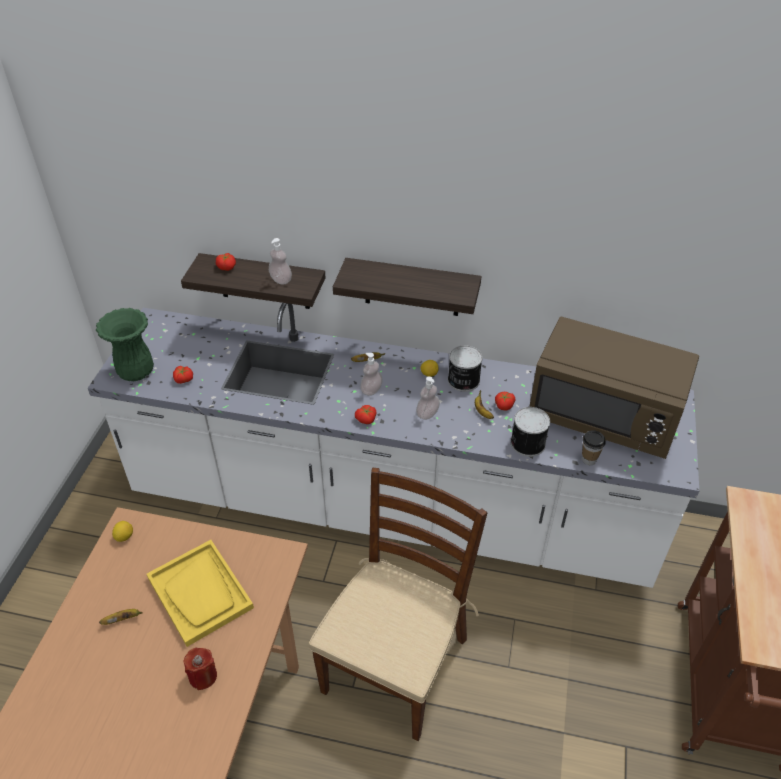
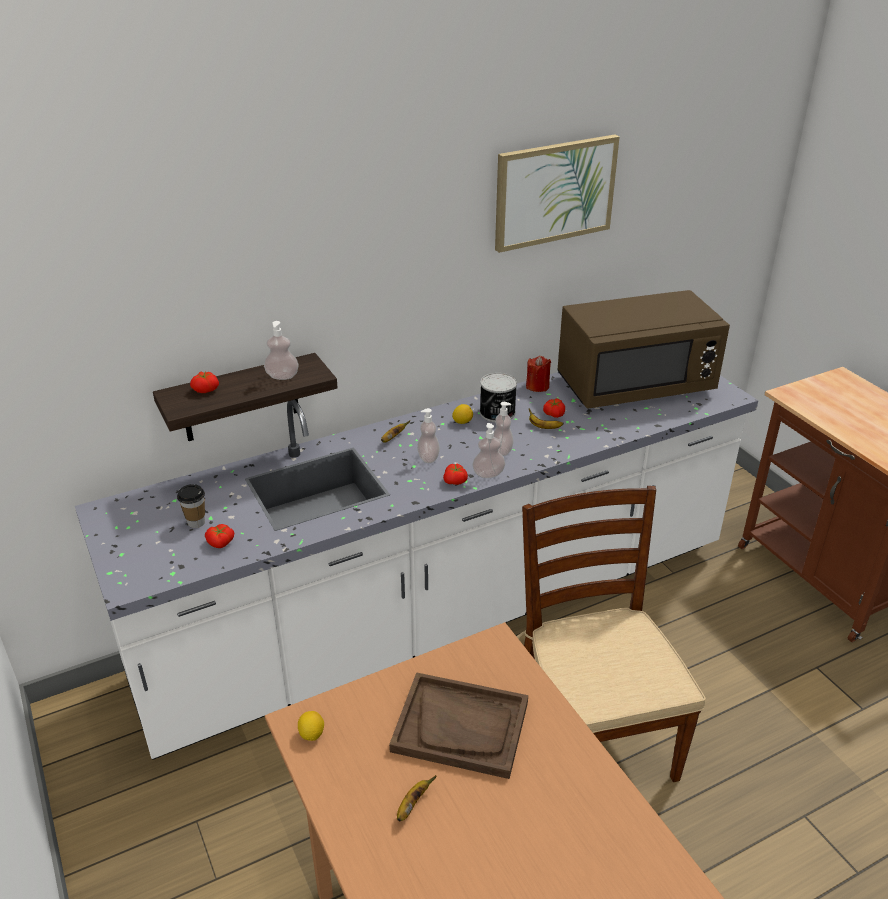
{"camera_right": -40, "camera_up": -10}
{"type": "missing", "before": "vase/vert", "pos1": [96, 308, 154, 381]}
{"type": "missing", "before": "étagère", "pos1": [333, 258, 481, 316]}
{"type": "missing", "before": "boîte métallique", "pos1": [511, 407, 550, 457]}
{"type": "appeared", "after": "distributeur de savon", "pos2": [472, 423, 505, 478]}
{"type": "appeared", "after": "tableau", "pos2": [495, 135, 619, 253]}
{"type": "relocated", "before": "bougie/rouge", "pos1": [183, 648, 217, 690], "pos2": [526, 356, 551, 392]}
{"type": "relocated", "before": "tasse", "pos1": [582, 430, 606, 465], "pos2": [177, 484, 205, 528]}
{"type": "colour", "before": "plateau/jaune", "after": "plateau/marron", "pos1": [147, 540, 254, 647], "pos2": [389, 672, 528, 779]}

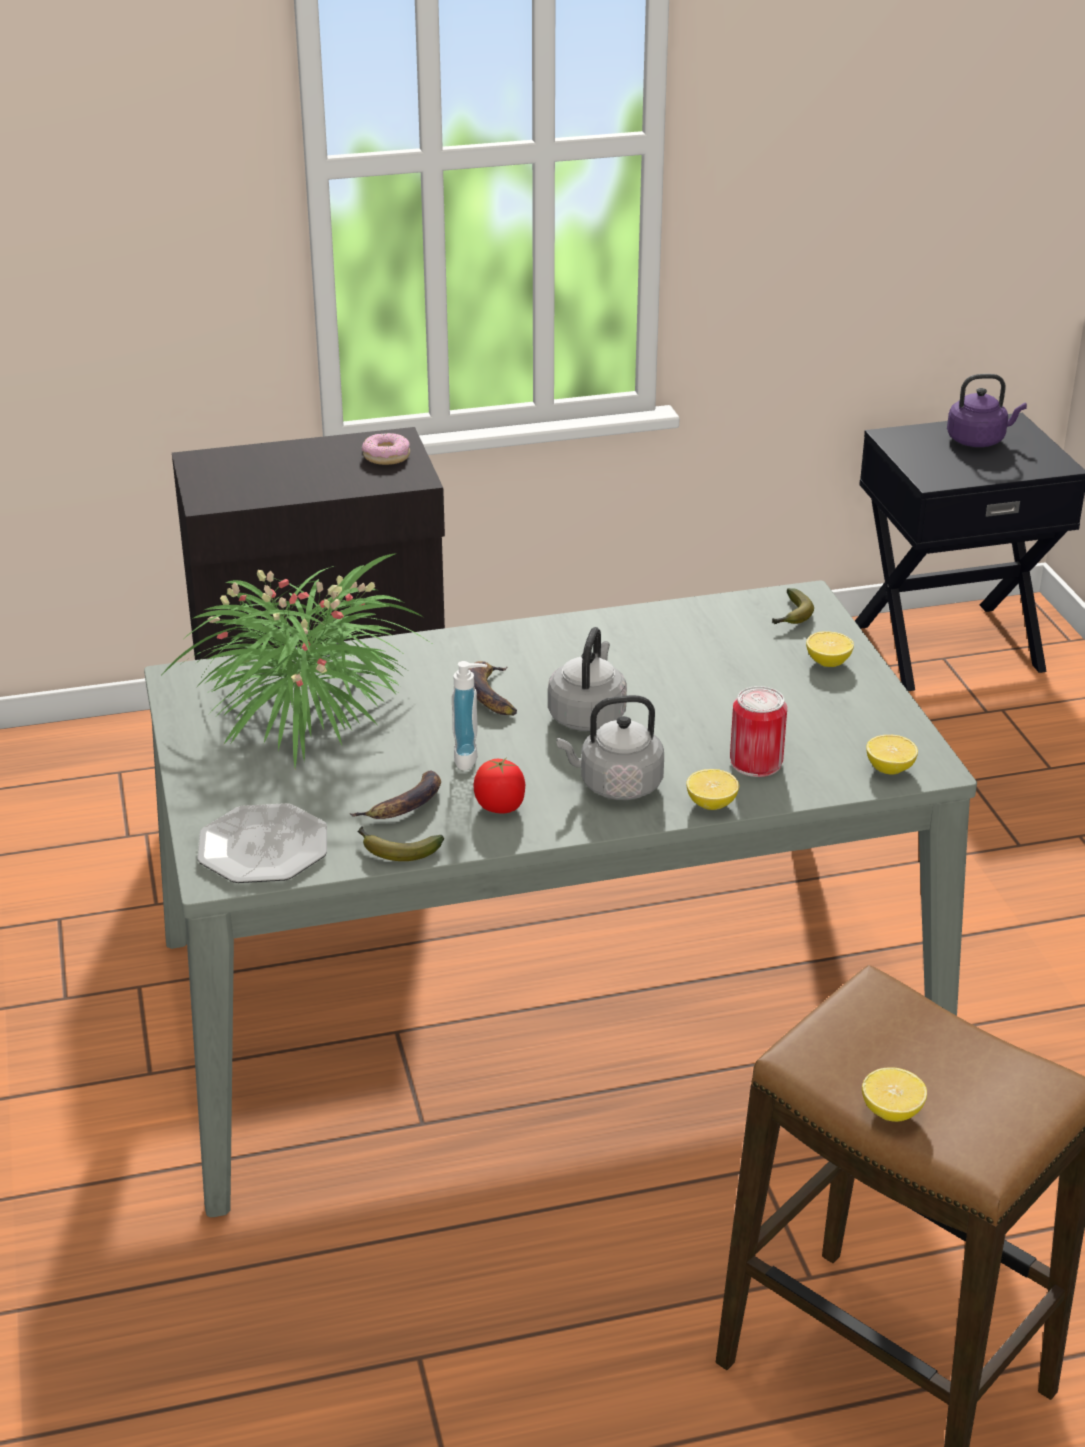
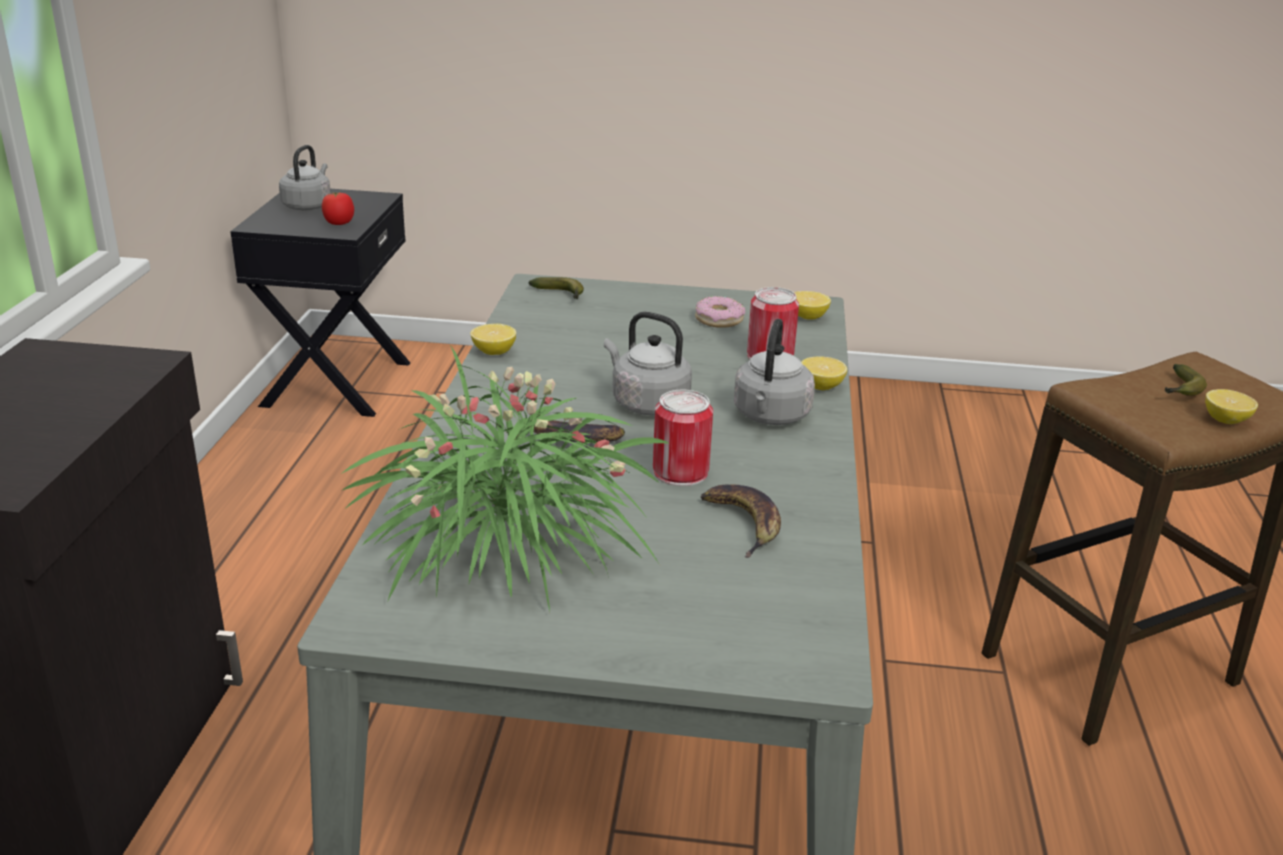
{"camera_right": -70, "camera_up": -5}
{"type": "missing", "before": "assiette", "pos1": [197, 803, 327, 883]}
{"type": "relocated", "before": "banane", "pos1": [357, 826, 444, 861], "pos2": [1165, 364, 1207, 396]}
{"type": "relocated", "before": "beignet", "pos1": [362, 433, 410, 465], "pos2": [695, 296, 745, 328]}
{"type": "relocated", "before": "tomate", "pos1": [474, 757, 525, 814], "pos2": [322, 192, 354, 225]}
{"type": "relocated", "before": "citron", "pos1": [806, 631, 854, 667], "pos2": [470, 324, 516, 355]}
{"type": "exchanged", "before": "distributeur de savon", "after": "boîte métallique", "pos1": [452, 661, 487, 771], "pos2": [653, 390, 713, 486]}
{"type": "colour", "before": "bouilloire/violet", "after": "bouilloire/gris", "pos1": [947, 374, 1027, 447], "pos2": [279, 145, 331, 210]}

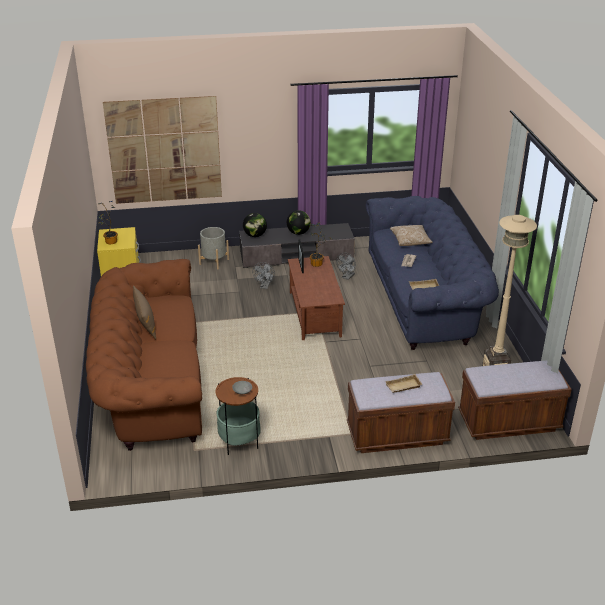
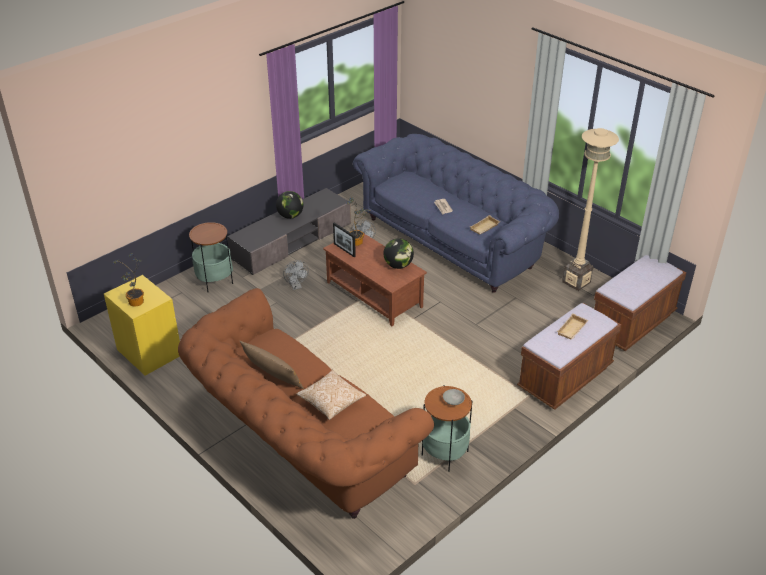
{"camera_right": -35, "camera_up": 5}
{"type": "missing", "before": "tableau", "pos1": [103, 96, 222, 204]}
{"type": "relocated", "before": "globe", "pos1": [243, 213, 267, 237], "pos2": [383, 238, 414, 269]}
{"type": "relocated", "before": "coussin", "pos1": [390, 225, 433, 246], "pos2": [296, 370, 366, 420]}
{"type": "exchanged", "before": "cache-pot/gris", "after": "table d'appoint", "pos1": [198, 227, 229, 270], "pos2": [189, 222, 233, 292]}

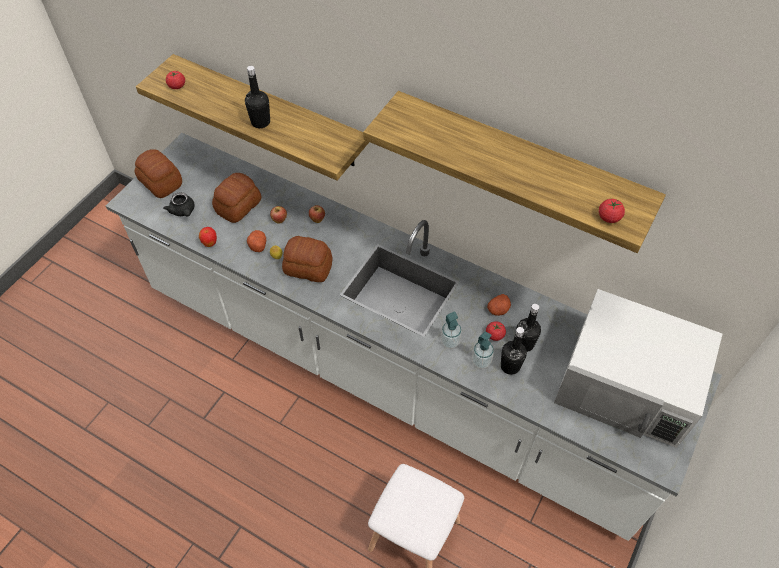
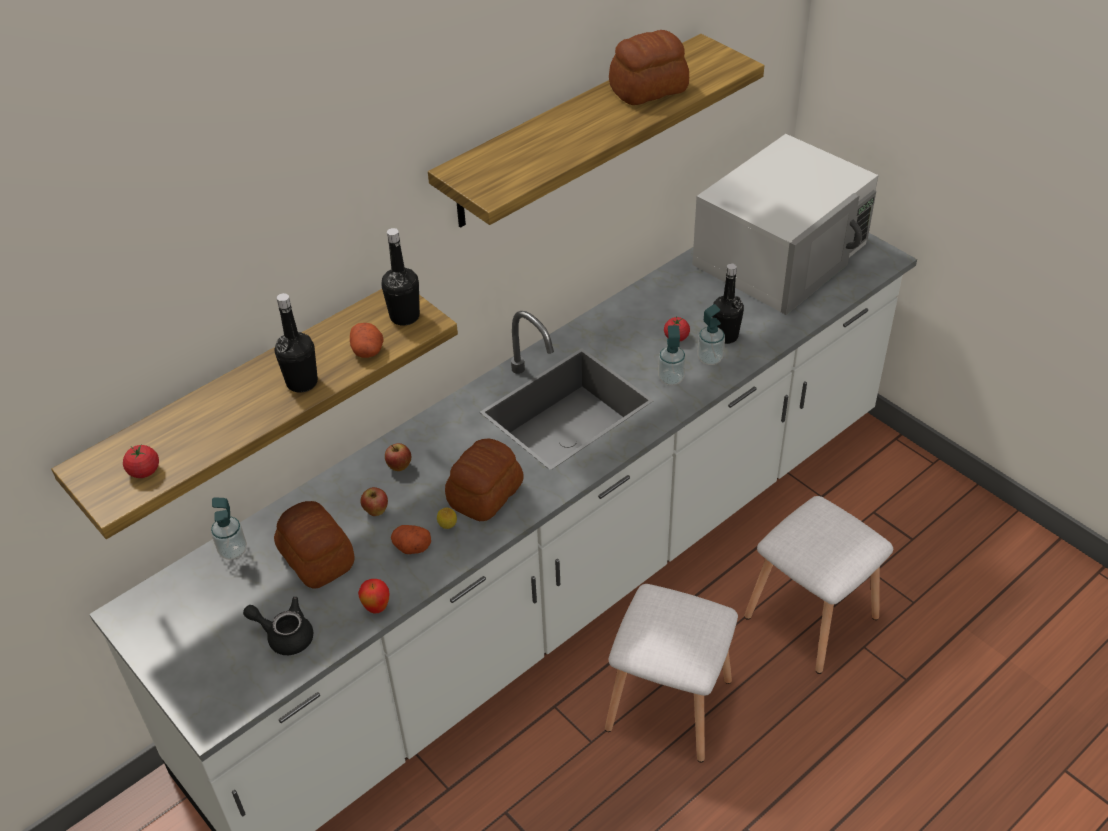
{"camera_right": -70, "camera_up": -10}
{"type": "missing", "before": "tomate", "pos1": [599, 199, 625, 223]}
{"type": "appeared", "after": "distributeur de savon", "pos2": [211, 497, 247, 560]}
{"type": "appeared", "after": "tabouret/blanc", "pos2": [605, 584, 738, 762]}
{"type": "relocated", "before": "pain", "pos1": [134, 149, 182, 198], "pos2": [609, 30, 689, 105]}
{"type": "relocated", "before": "pomme de terre", "pos1": [487, 294, 511, 316], "pos2": [350, 323, 384, 358]}
{"type": "relocated", "before": "bouteille/noir", "pos1": [516, 304, 541, 352], "pos2": [381, 228, 420, 326]}
{"type": "spun", "before": "théière/noir", "pos1": [163, 192, 195, 216], "pos2": [243, 597, 313, 655], "turn": -150}

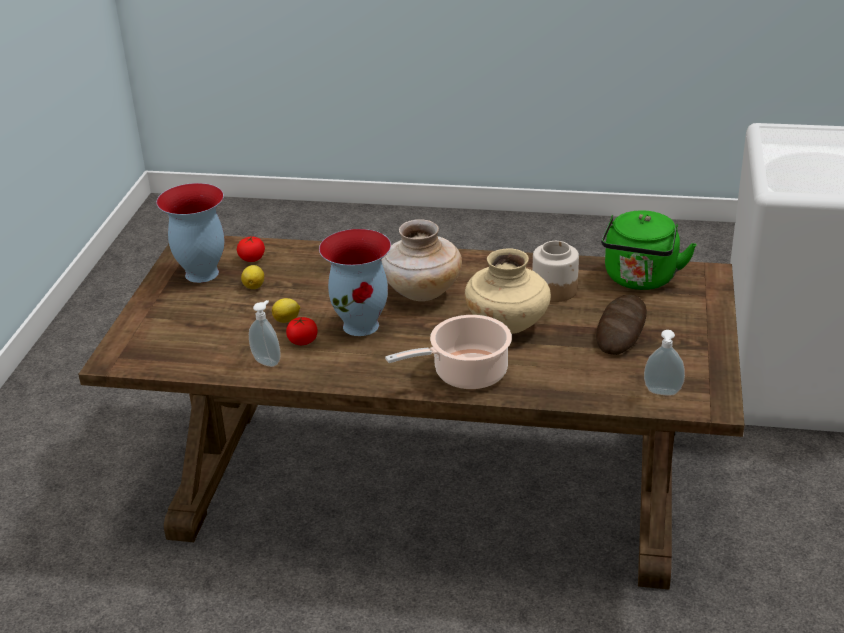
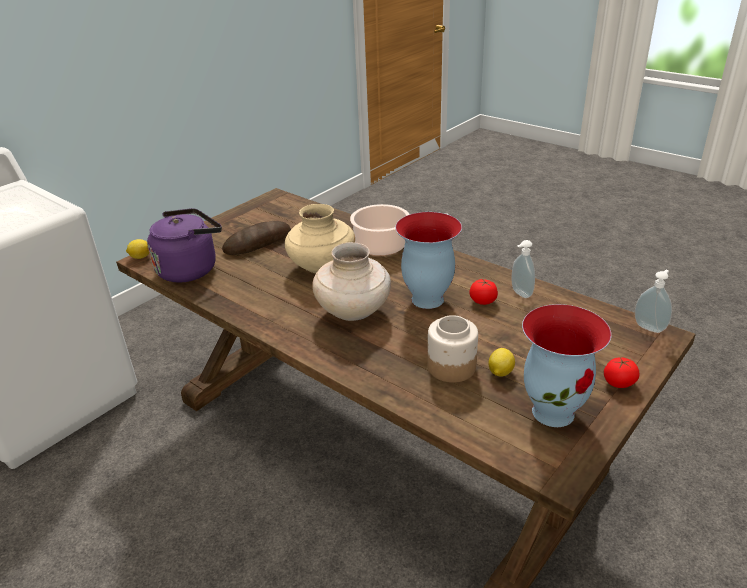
{"camera_right": -150, "camera_up": 0}
{"type": "relocated", "before": "tomate", "pos1": [237, 237, 265, 262], "pos2": [604, 357, 640, 388]}
{"type": "relocated", "before": "citron", "pos1": [272, 298, 300, 323], "pos2": [126, 239, 149, 259]}
{"type": "relocated", "before": "bocal", "pos1": [533, 241, 579, 302], "pos2": [427, 315, 478, 383]}
{"type": "relocated", "before": "distributeur de savon", "pos1": [644, 330, 685, 395], "pos2": [635, 270, 672, 333]}
{"type": "colour", "before": "bouilloire/vert", "after": "bouilloire/violet", "pos1": [601, 210, 697, 290], "pos2": [147, 208, 222, 283]}

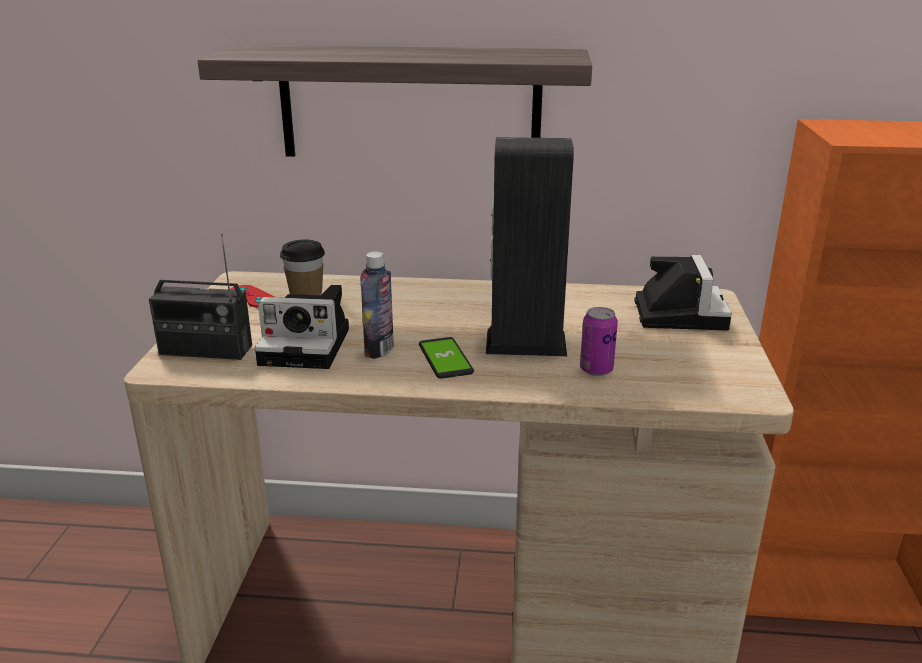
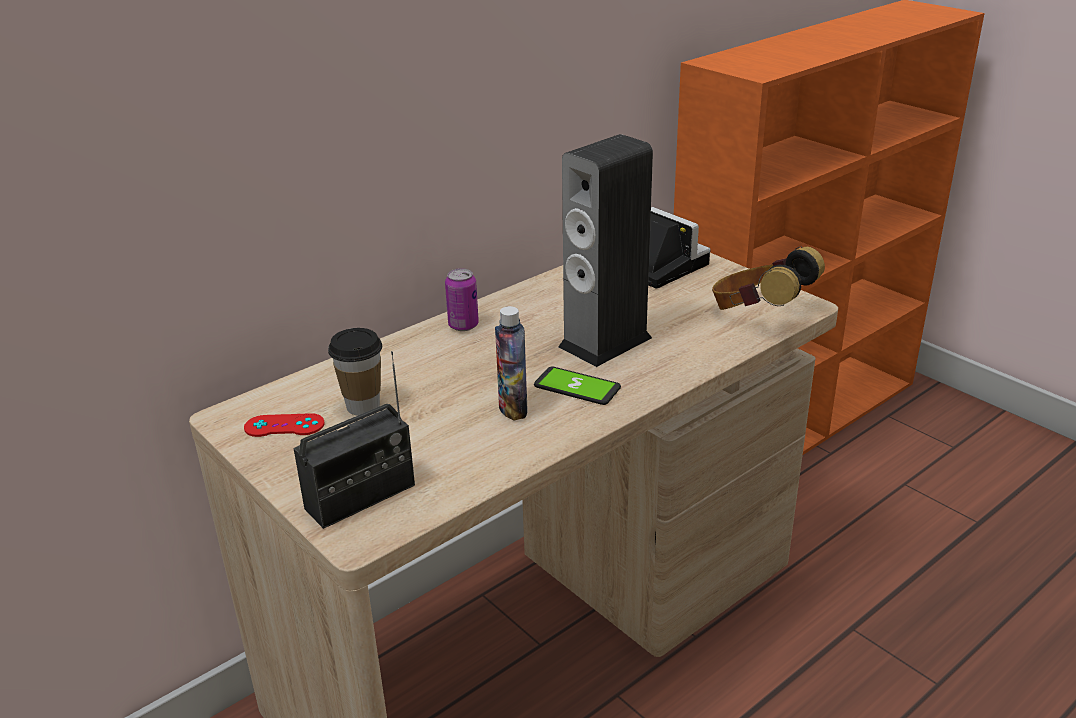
{"camera_right": -45, "camera_up": 5}
{"type": "missing", "before": "étagère", "pos1": [198, 45, 592, 157]}
{"type": "missing", "before": "appareil photo", "pos1": [255, 285, 349, 369]}
{"type": "appeared", "after": "casque audio", "pos2": [712, 247, 825, 310]}
{"type": "relocated", "before": "boîte métallique", "pos1": [580, 307, 618, 376], "pos2": [445, 268, 479, 331]}

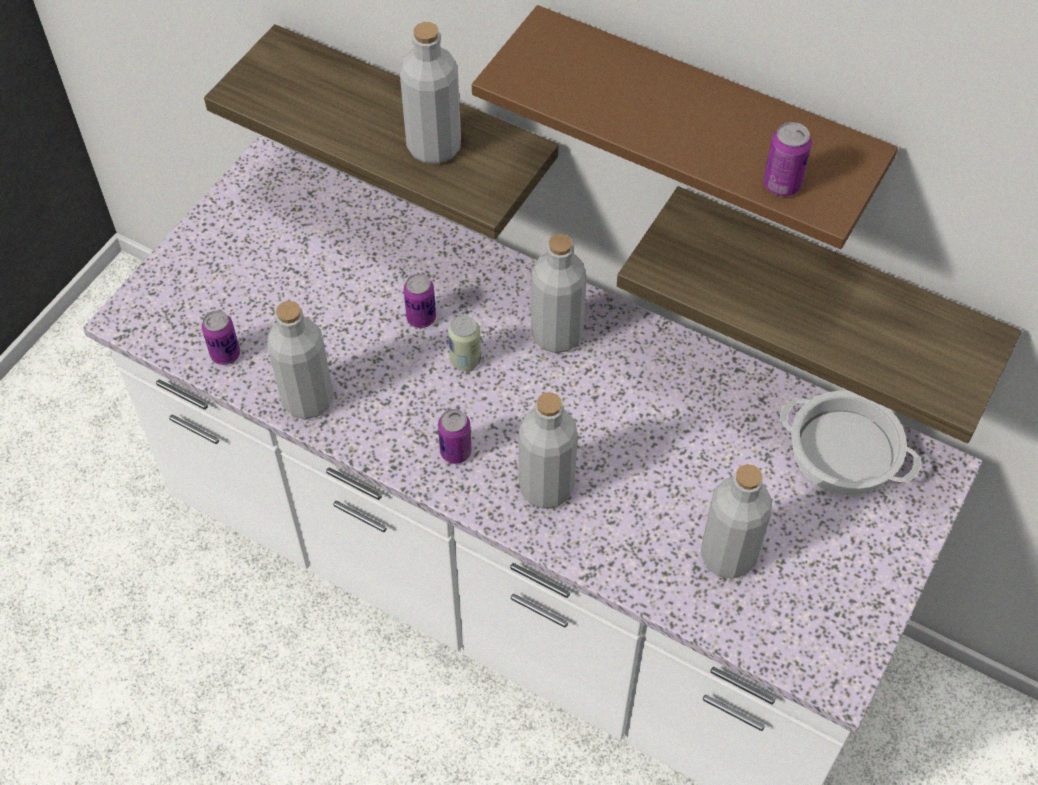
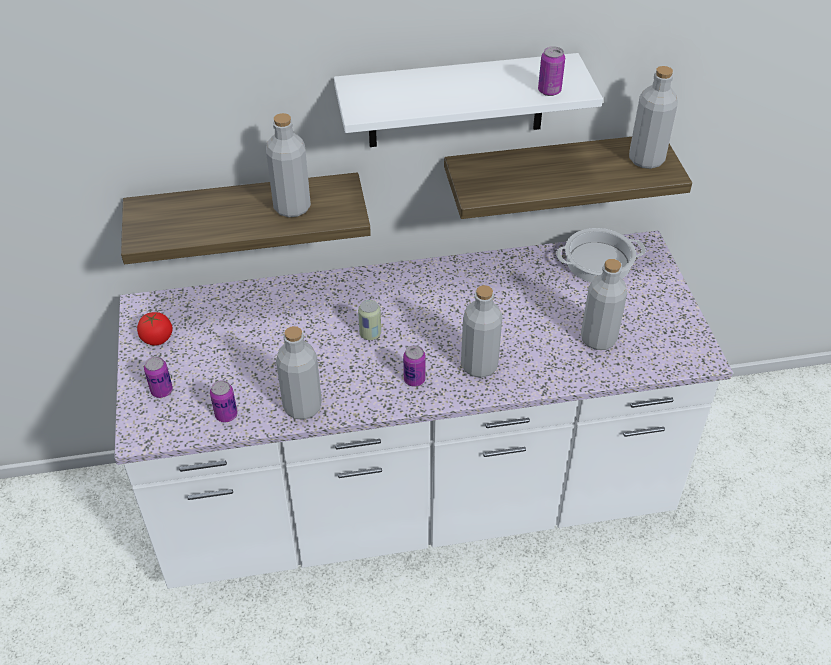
{"camera_right": -40, "camera_up": -10}
{"type": "appeared", "after": "tomate", "pos2": [137, 312, 173, 346]}
{"type": "relocated", "before": "boîte métallique", "pos1": [403, 274, 436, 328], "pos2": [144, 356, 173, 398]}
{"type": "relocated", "before": "bouteille/gris", "pos1": [531, 234, 587, 353], "pos2": [629, 66, 677, 169]}
{"type": "colour", "before": "étagère/marron", "after": "étagère/blanc", "pos1": [472, 5, 898, 249], "pos2": [334, 53, 603, 147]}

